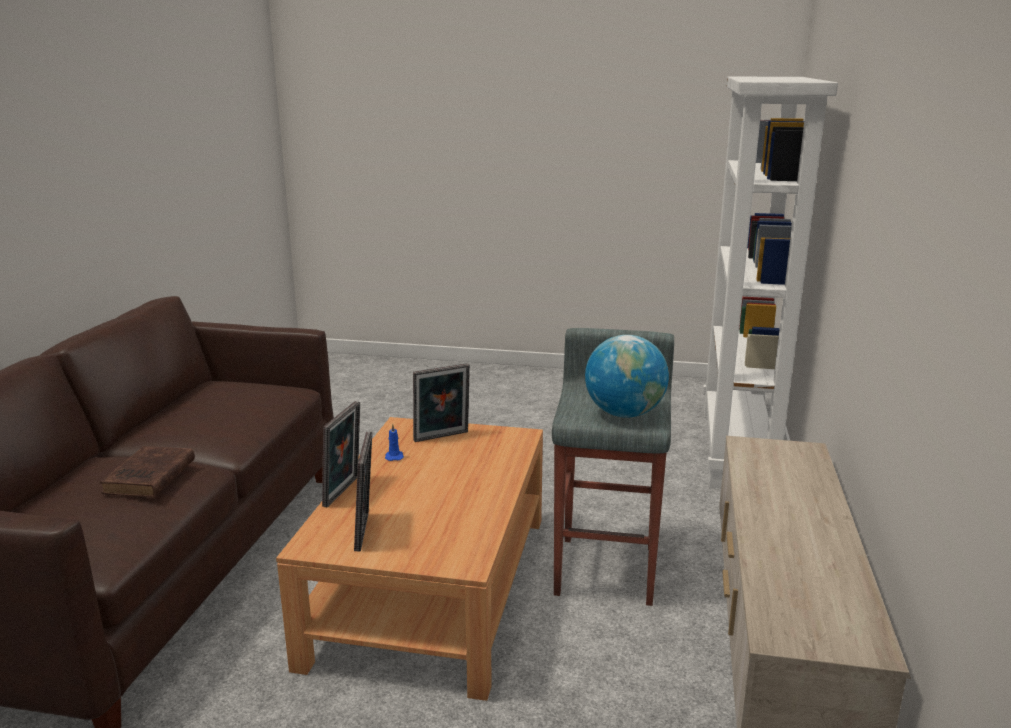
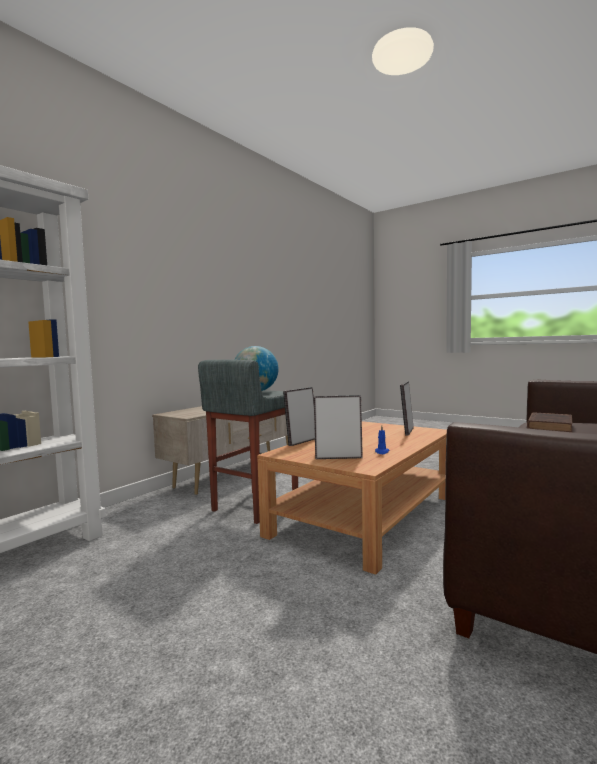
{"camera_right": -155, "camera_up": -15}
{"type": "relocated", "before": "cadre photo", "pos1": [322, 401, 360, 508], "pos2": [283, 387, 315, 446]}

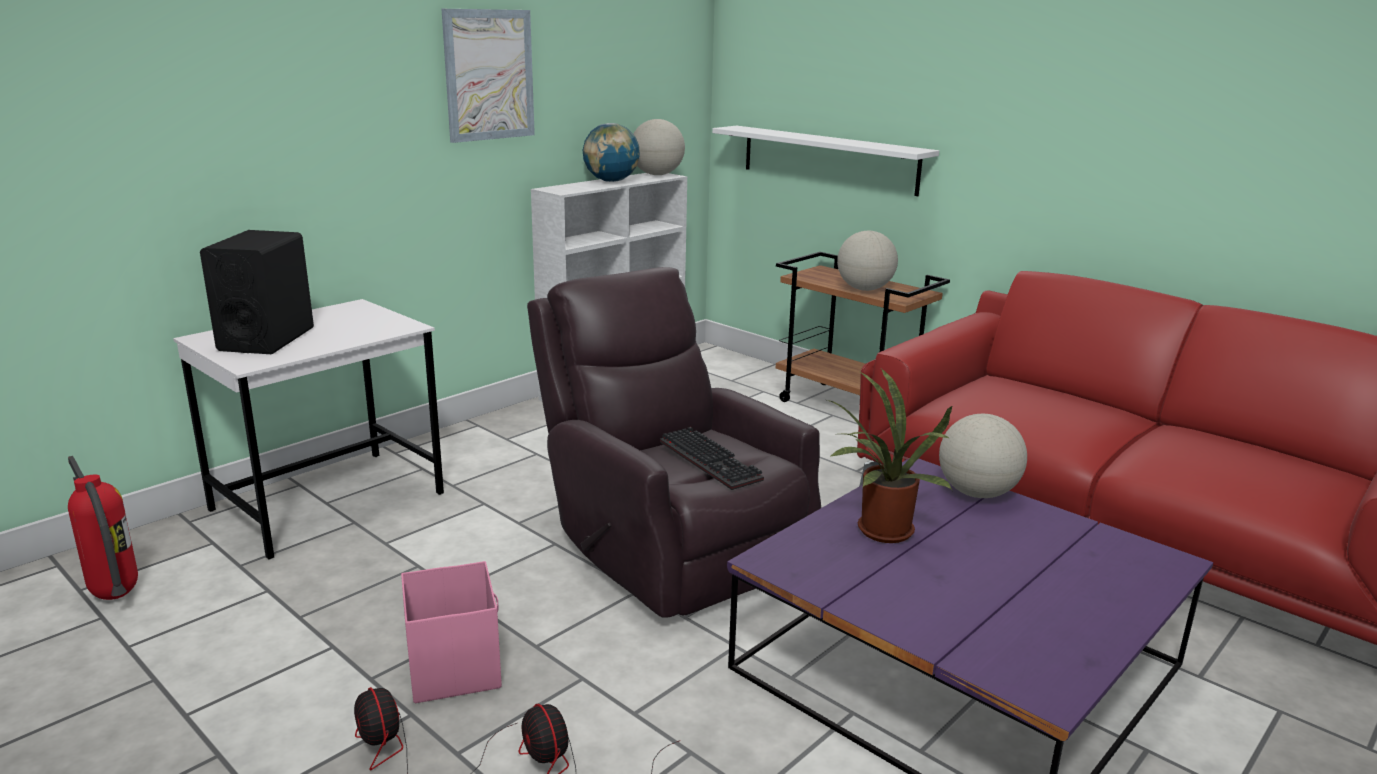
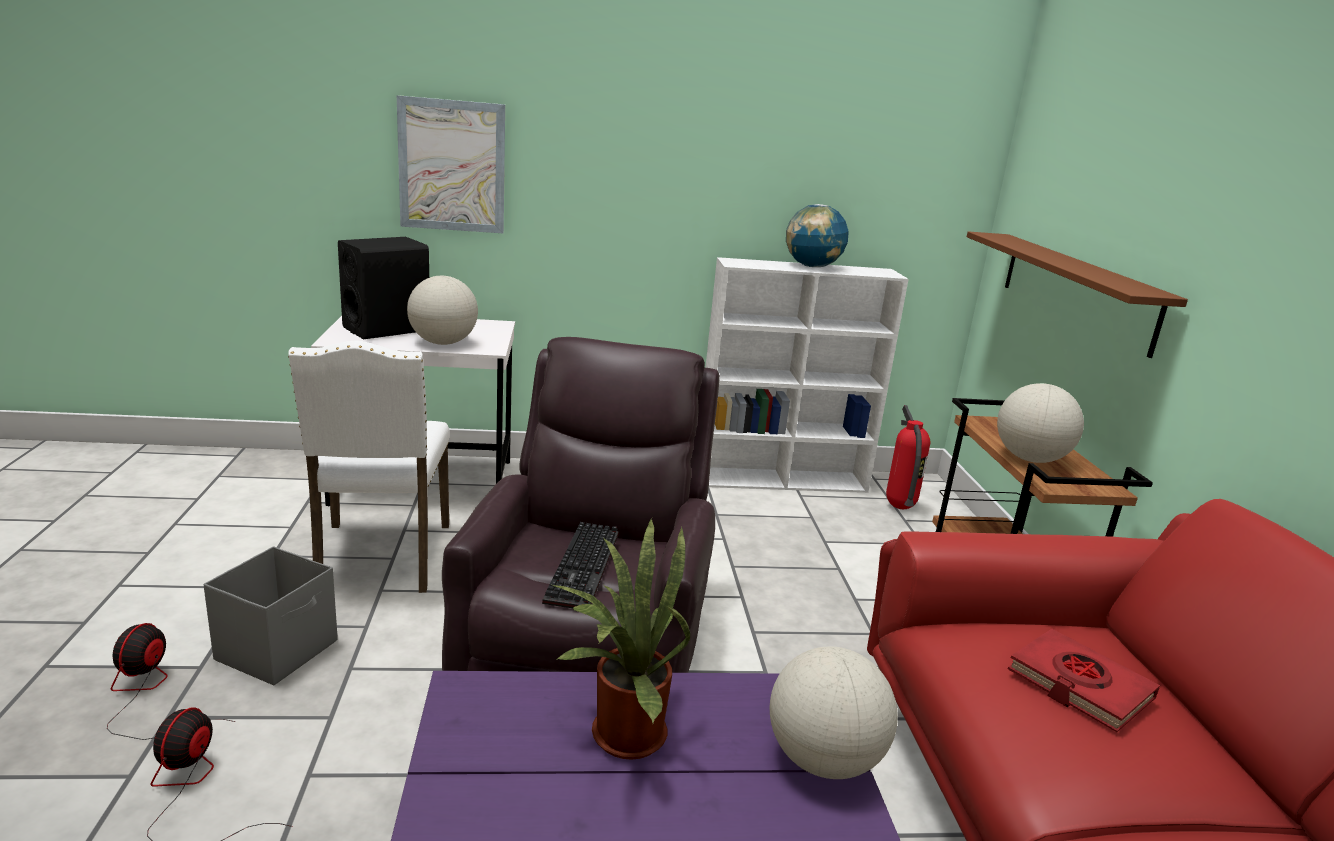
{"camera_right": 40, "camera_up": 0}
{"type": "appeared", "after": "chaise/blanc", "pos2": [288, 340, 449, 593]}
{"type": "appeared", "after": "livre/rouge", "pos2": [1008, 629, 1160, 732]}
{"type": "relocated", "before": "extincteur", "pos1": [68, 456, 138, 600], "pos2": [886, 405, 930, 509]}
{"type": "relocated", "before": "tableau", "pos1": [442, 9, 535, 143], "pos2": [397, 95, 505, 233]}
{"type": "relocated", "before": "globe", "pos1": [633, 119, 685, 175], "pos2": [407, 276, 478, 345]}
{"type": "colour", "before": "boîte de rangement/rose", "after": "boîte de rangement/gris", "pos1": [401, 561, 502, 703], "pos2": [204, 547, 338, 685]}
{"type": "colour", "before": "étagère/blanc", "after": "étagère/marron", "pos1": [712, 126, 939, 196], "pos2": [967, 231, 1188, 358]}

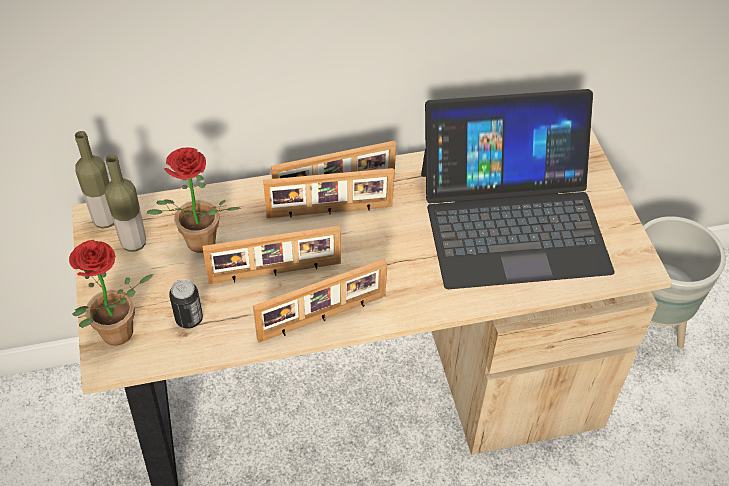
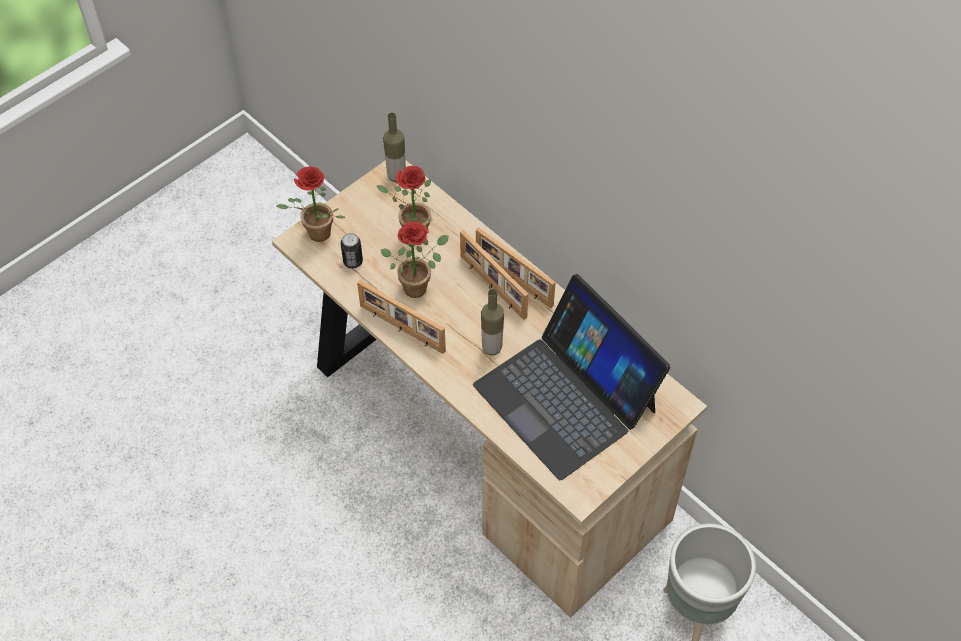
{"camera_right": 60, "camera_up": 5}
{"type": "relocated", "before": "bouteille", "pos1": [105, 154, 146, 252], "pos2": [481, 289, 504, 356]}
{"type": "exchanged", "before": "cadre photo", "after": "plante en pot", "pos1": [202, 225, 341, 284], "pos2": [381, 222, 449, 298]}

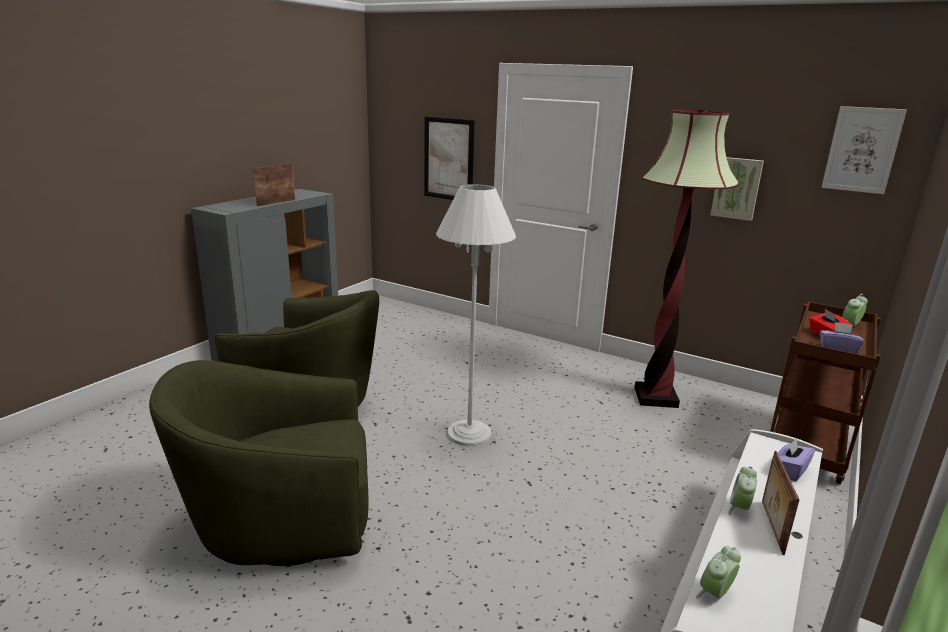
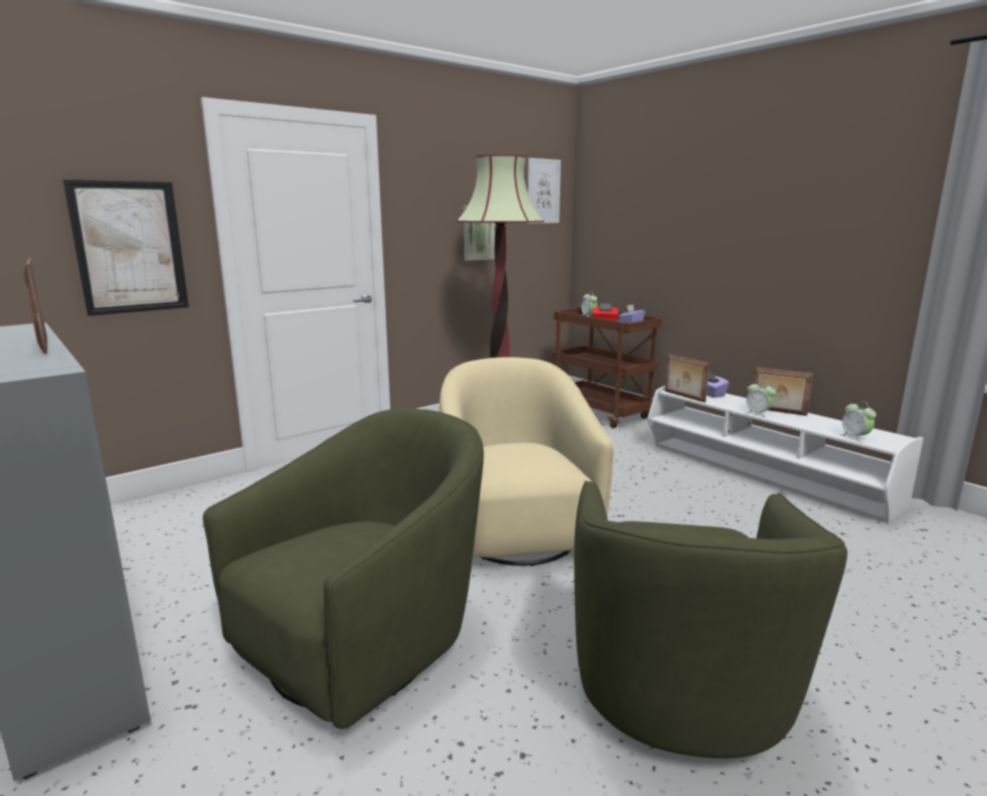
{"camera_right": -70, "camera_up": -5}
{"type": "appeared", "after": "cadre photo", "pos2": [665, 354, 710, 403]}
{"type": "exchanged", "before": "lampadaire/blanc", "after": "fauteuil/beige", "pos1": [436, 184, 516, 446], "pos2": [439, 357, 613, 566]}

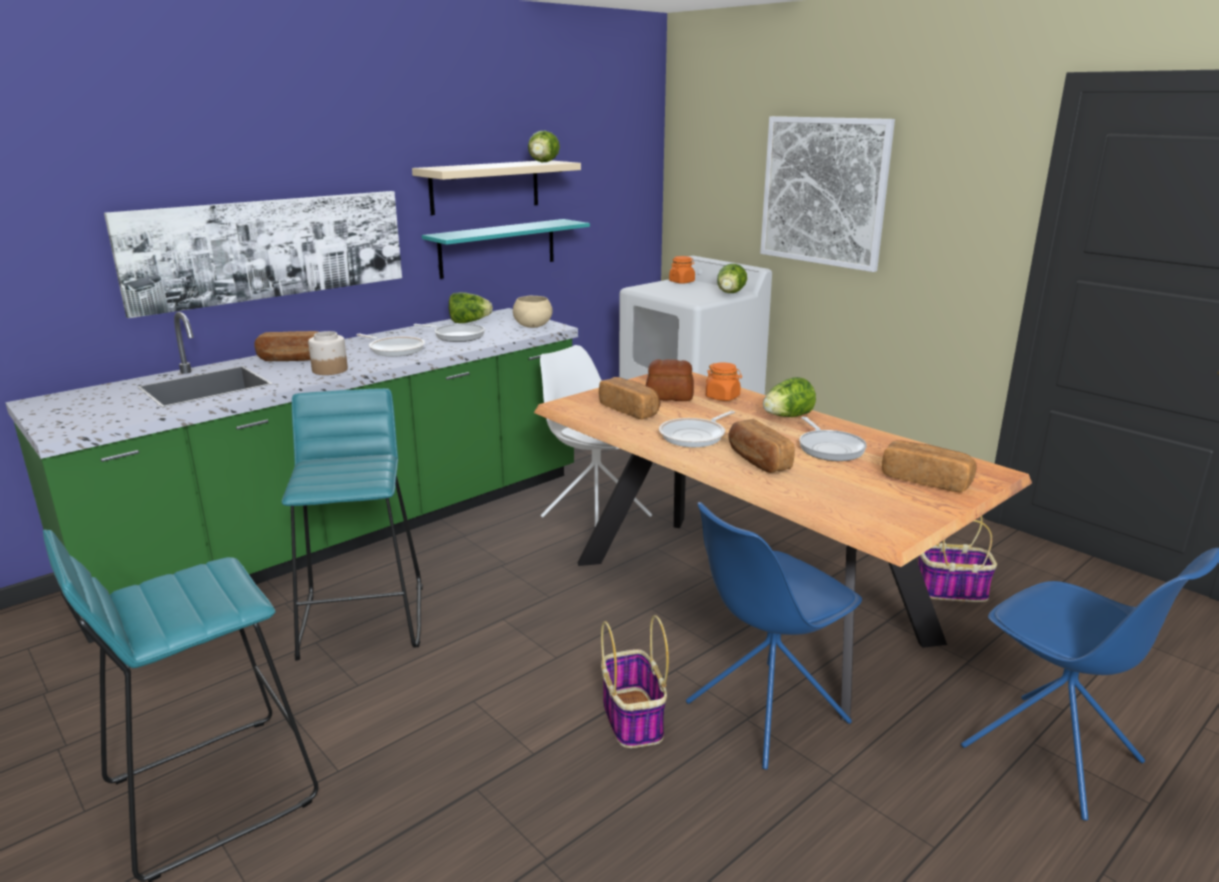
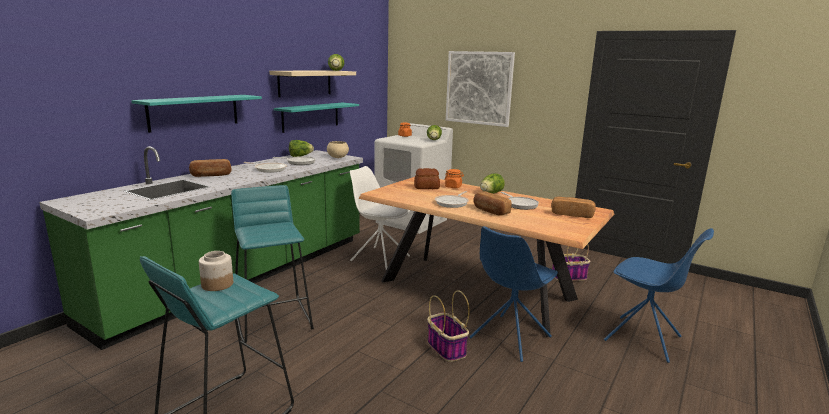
{"camera_right": -15, "camera_up": -5}
{"type": "missing", "before": "pain", "pos1": [599, 377, 661, 419]}
{"type": "relocated", "before": "bocal", "pos1": [308, 331, 348, 375], "pos2": [199, 251, 233, 291]}
{"type": "exchanged", "before": "tableau", "after": "étagère/turquoise", "pos1": [104, 191, 402, 318], "pos2": [131, 95, 262, 133]}

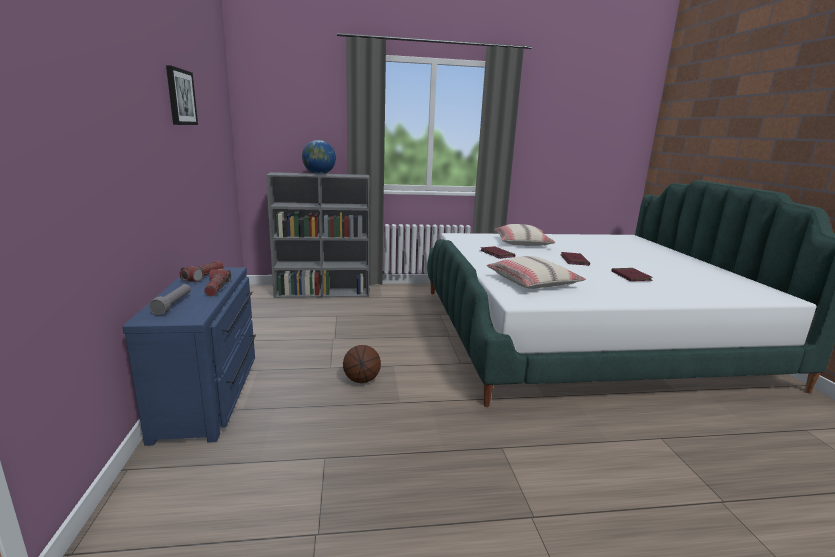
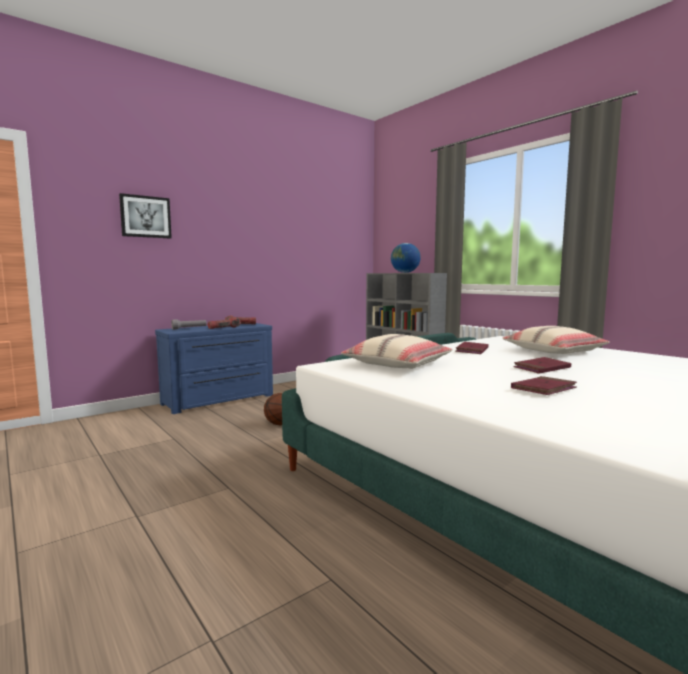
{"camera_right": 60, "camera_up": -10}
{"type": "relocated", "before": "tableau", "pos1": [166, 65, 198, 125], "pos2": [119, 193, 172, 239]}

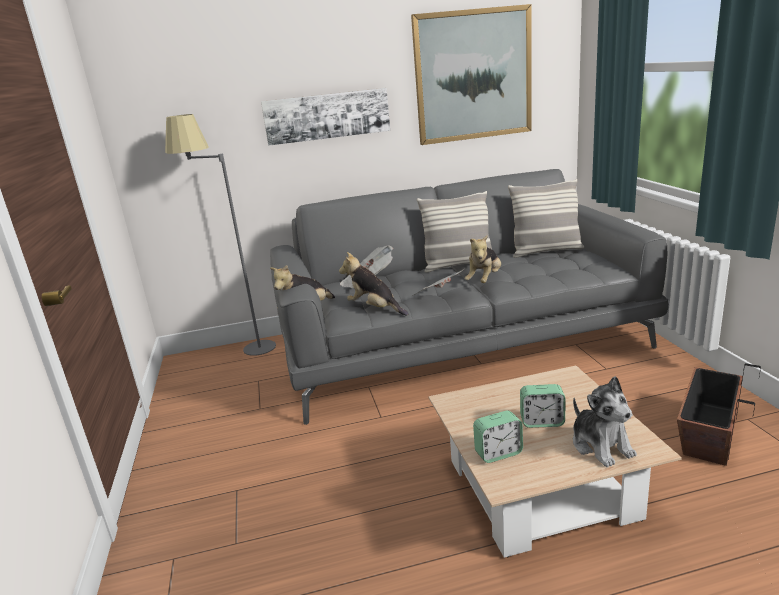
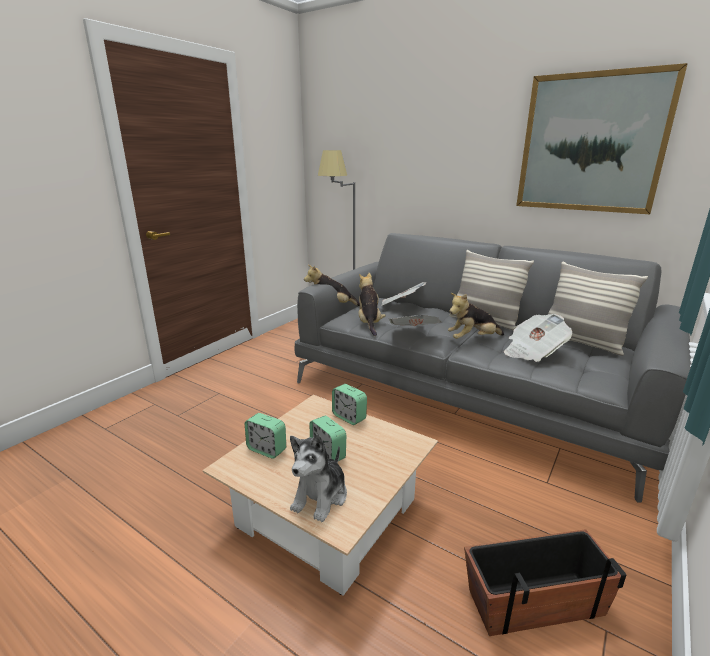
{"camera_right": 45, "camera_up": 0}
{"type": "missing", "before": "tableau", "pos1": [261, 88, 390, 146]}
{"type": "appeared", "after": "réveil", "pos2": [332, 384, 367, 425]}
{"type": "appeared", "after": "journal", "pos2": [504, 314, 572, 362]}

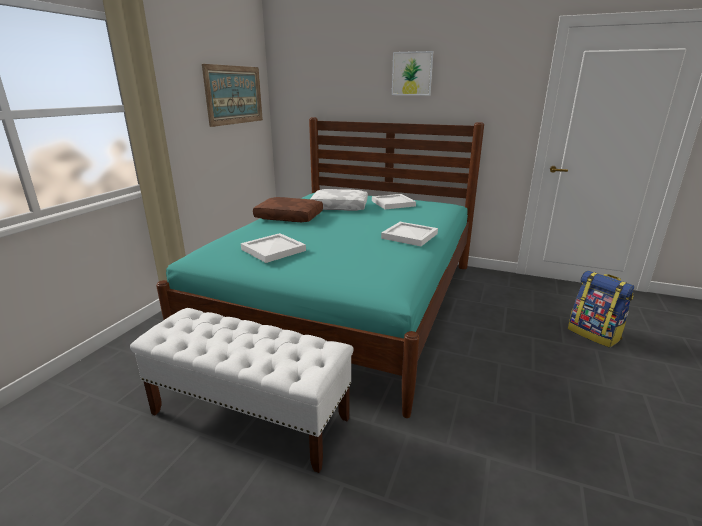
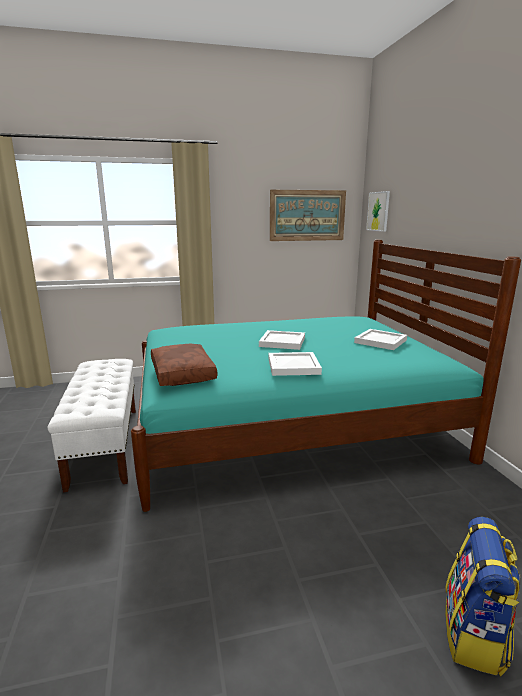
{"camera_right": 55, "camera_up": -5}
{"type": "missing", "before": "coussin/blanc", "pos1": [310, 189, 368, 211]}
{"type": "relocated", "before": "plateau/blanc", "pos1": [241, 233, 306, 263], "pos2": [259, 330, 305, 350]}
{"type": "relocated", "before": "coussin/marron", "pos1": [253, 197, 323, 222], "pos2": [151, 344, 217, 386]}
{"type": "relocated", "before": "tableau", "pos1": [392, 51, 434, 95], "pos2": [366, 191, 390, 232]}

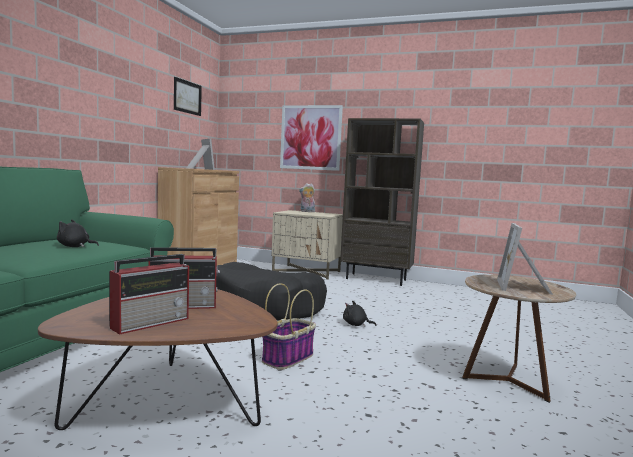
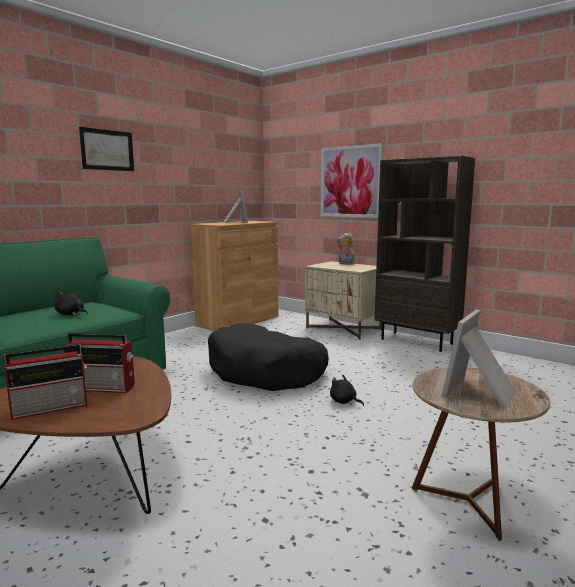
{"camera_right": 20, "camera_up": 5}
{"type": "missing", "before": "panier", "pos1": [262, 283, 316, 370]}
{"type": "relocated", "before": "tableau", "pos1": [174, 77, 202, 116], "pos2": [79, 127, 134, 171]}

